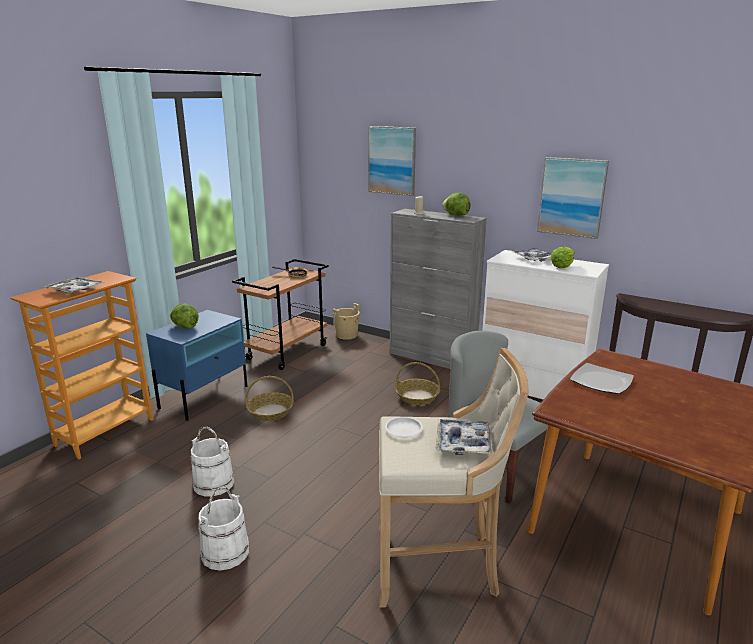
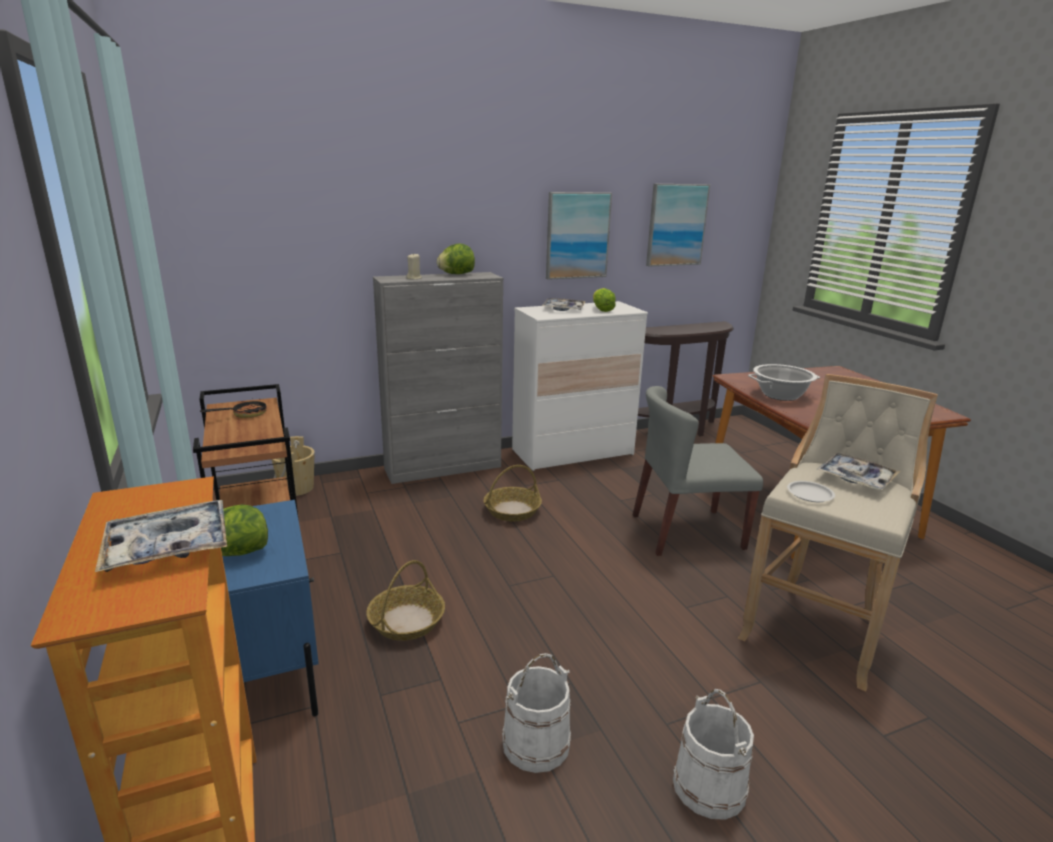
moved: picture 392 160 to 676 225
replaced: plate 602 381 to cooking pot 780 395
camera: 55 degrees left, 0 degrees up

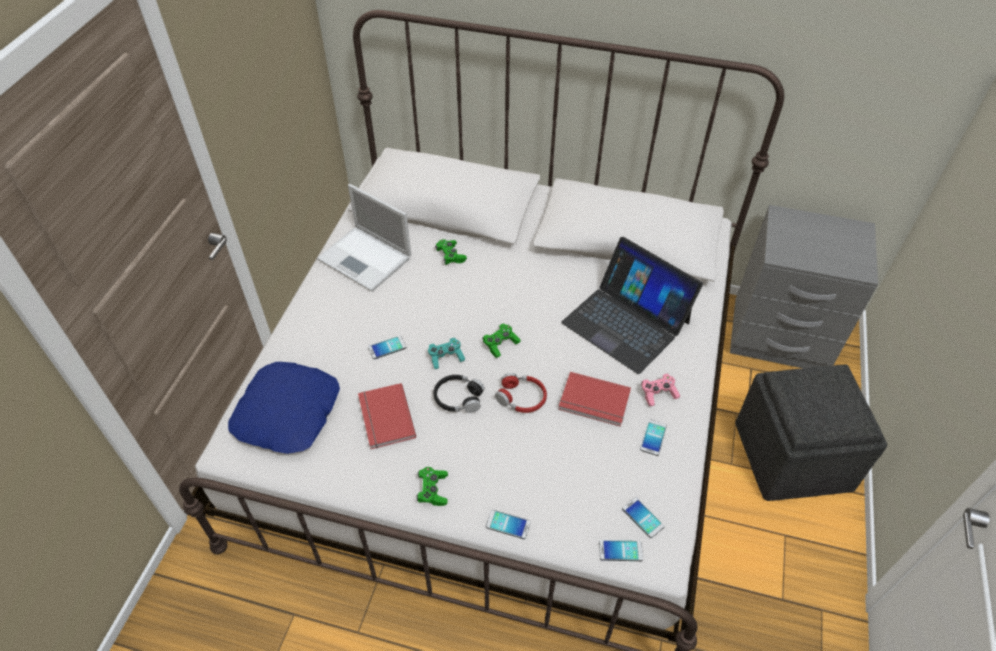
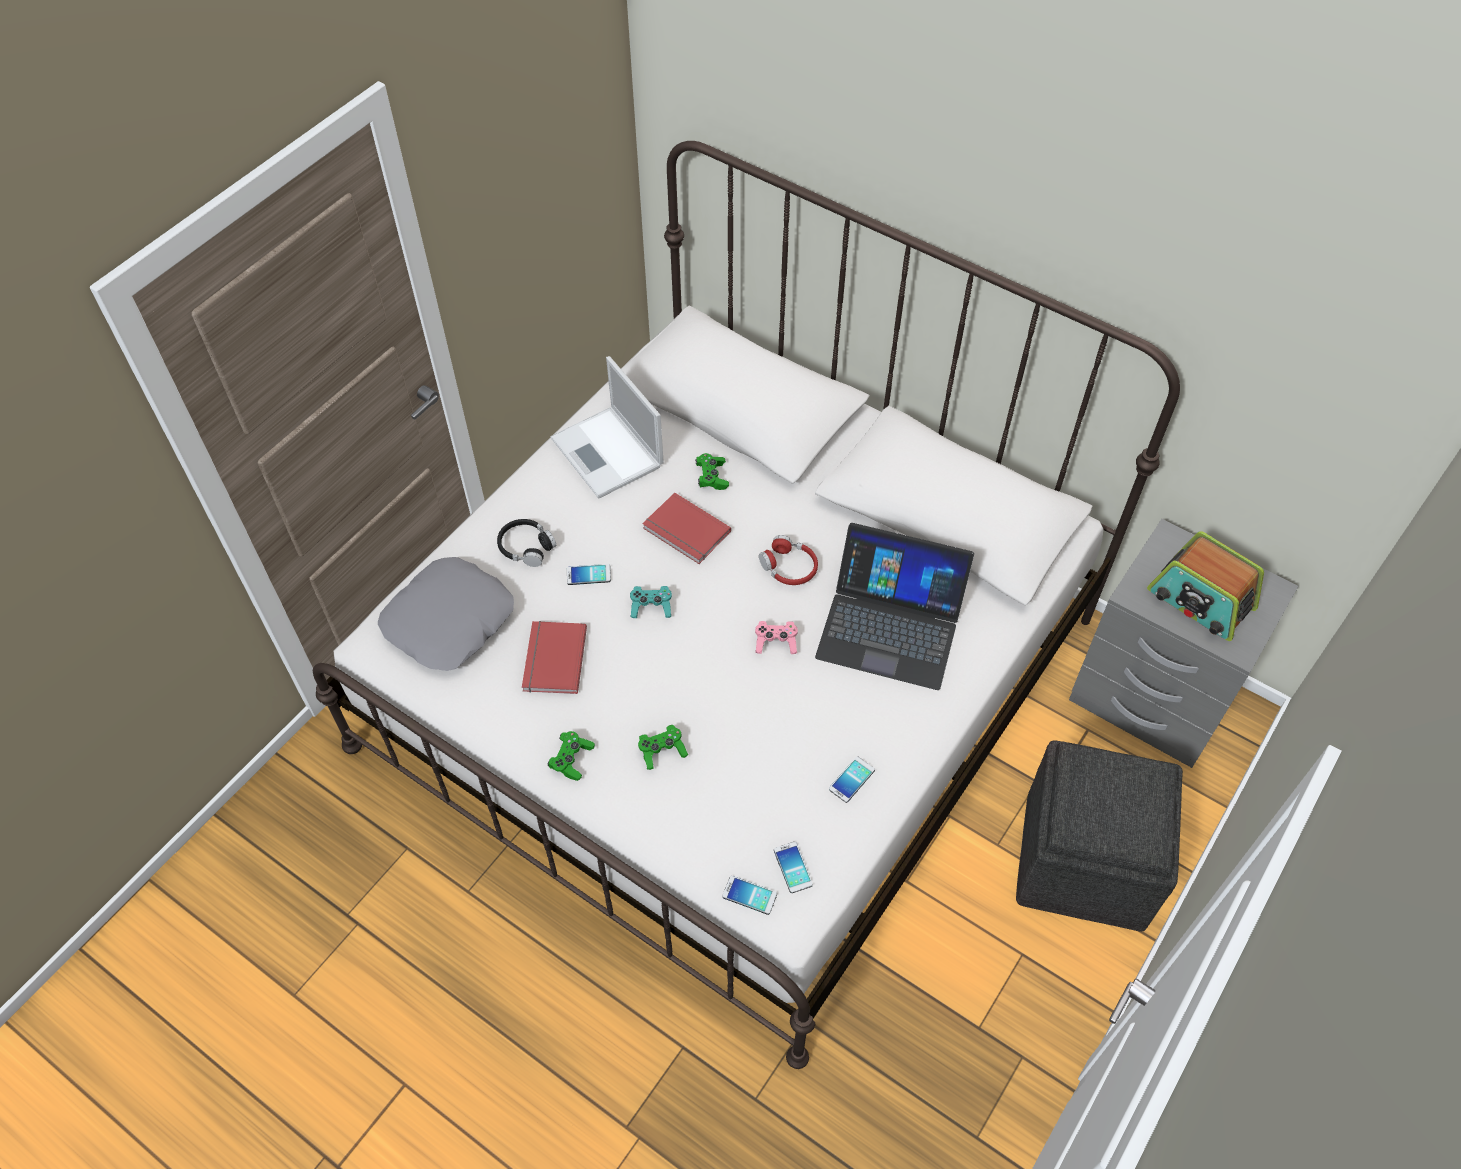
removed: phone 508 524
added: radio 1200 600
moved: green game controller 500 344 to 662 751; red book 594 402 to 685 532; red headphones 521 398 to 789 567; pink game controller 658 394 to 776 642; black headphones 458 398 to 526 547
recoloured: blue pillow 288 413 to grey pillow 450 621
turned: laptop 626 322 = 890 626 45 degrees counterclockwise
camera: 20 degrees right, 5 degrees up

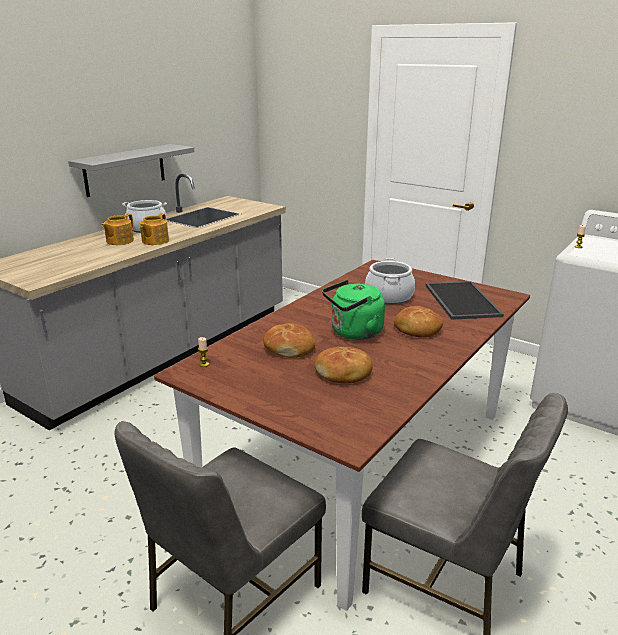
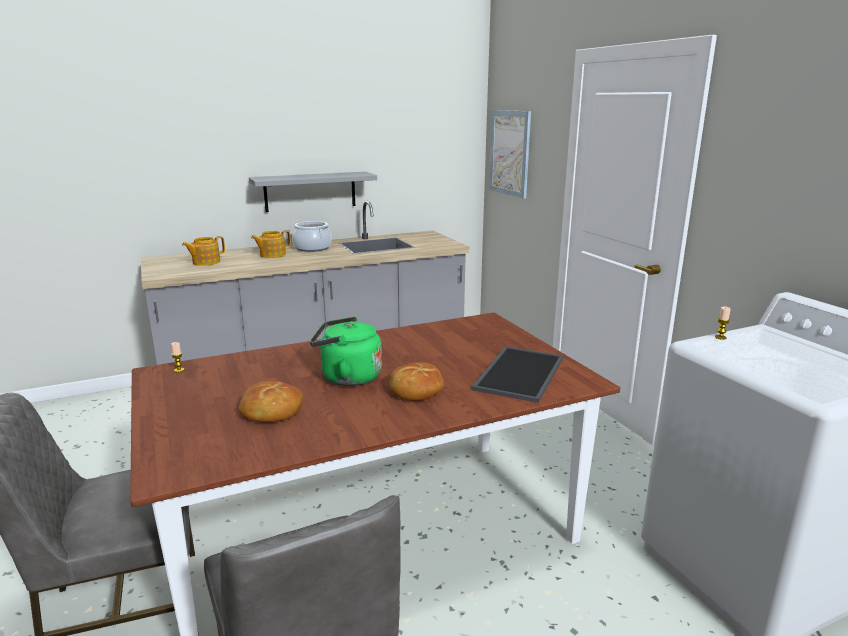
removed: cooking pot 388 297; bread 289 348
added: picture 510 153
moved: teapot 154 241 to 205 262
camera: 30 degrees right, 5 degrees down

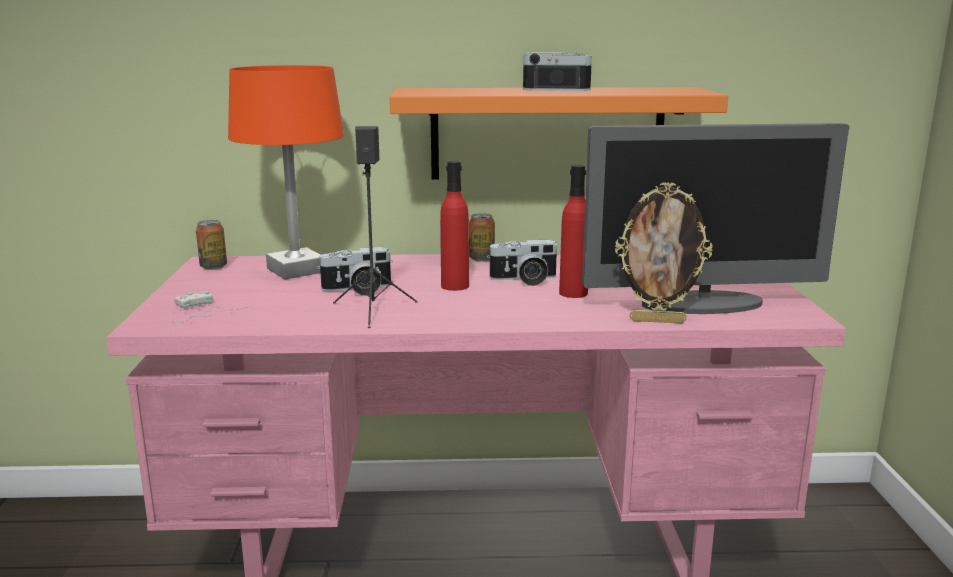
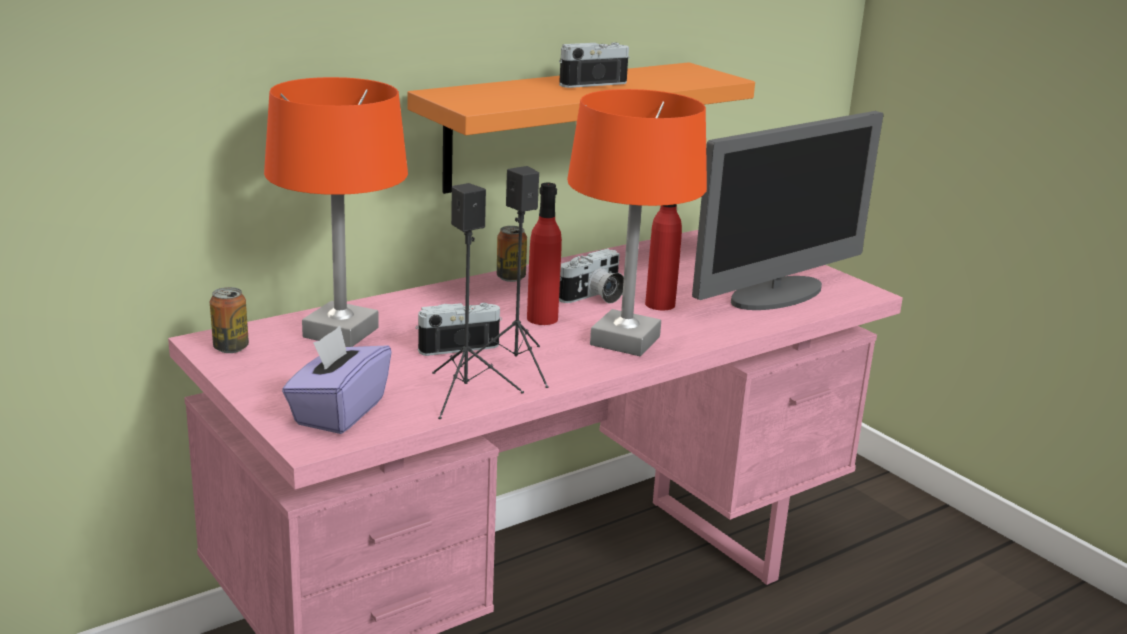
removed: picture frame 657 320
added: orange table lamp 625 341; black speaker 466 393
replaced: white game controller 199 312 to purple tissue box 338 412
turned: photo camera 358 290 = 455 344 150 degrees counterclockwise
camera: 35 degrees left, 5 degrees up

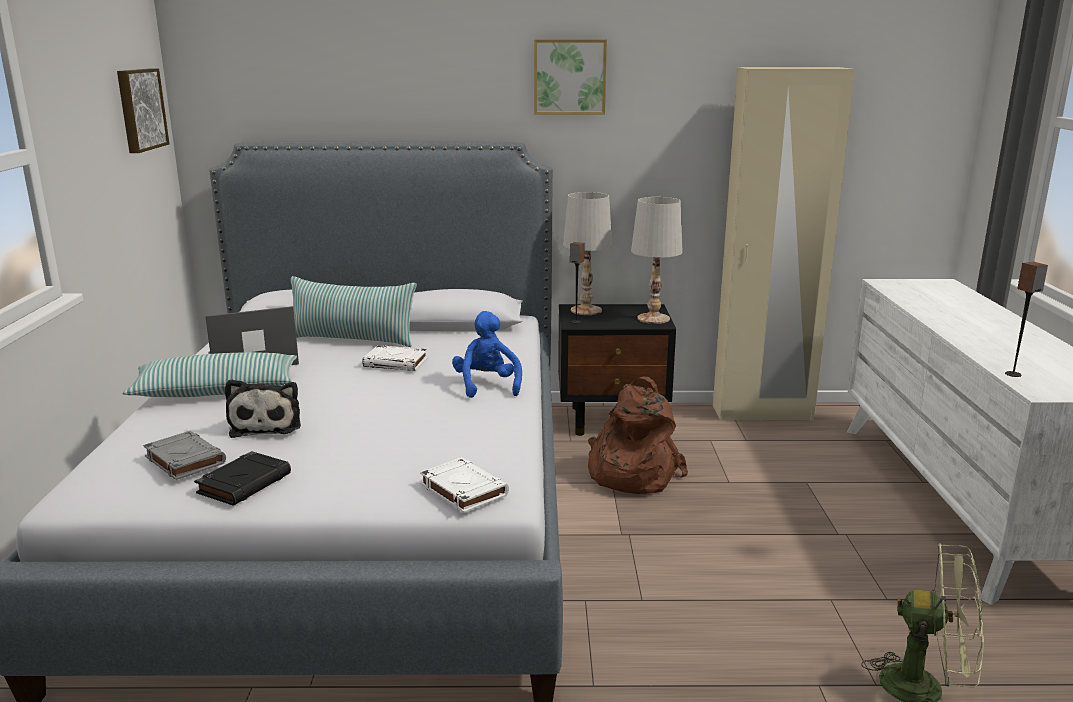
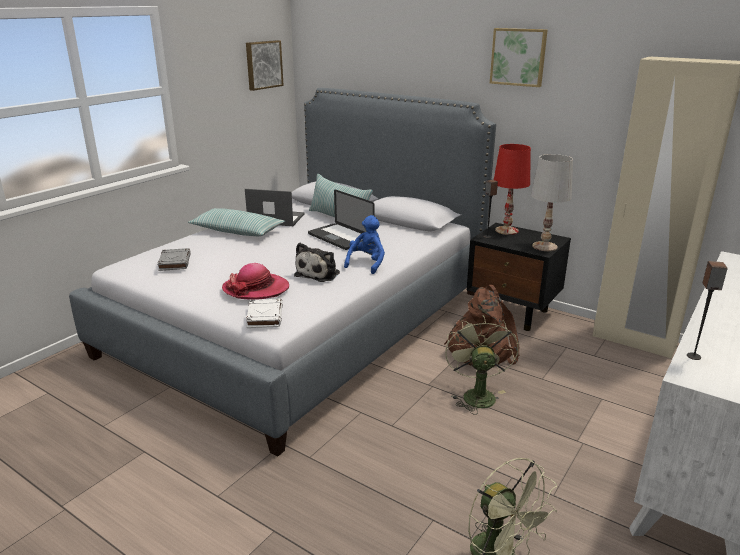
removed: black book 245 483
added: hat 256 289; green fan 476 394
moved: plush toy 267 424 to 319 273
replaced: white book 396 363 to laptop 340 237
recoloured: white table lamp 586 310 to red table lamp 507 230
camera: 35 degrees right, 5 degrees up

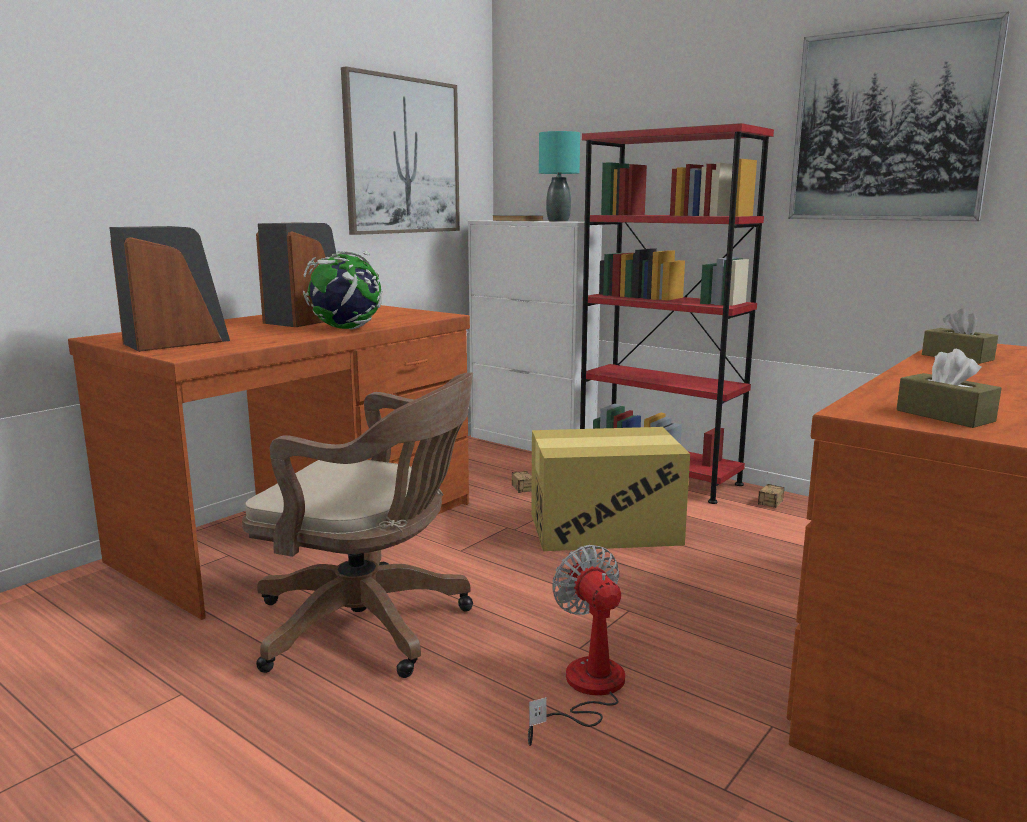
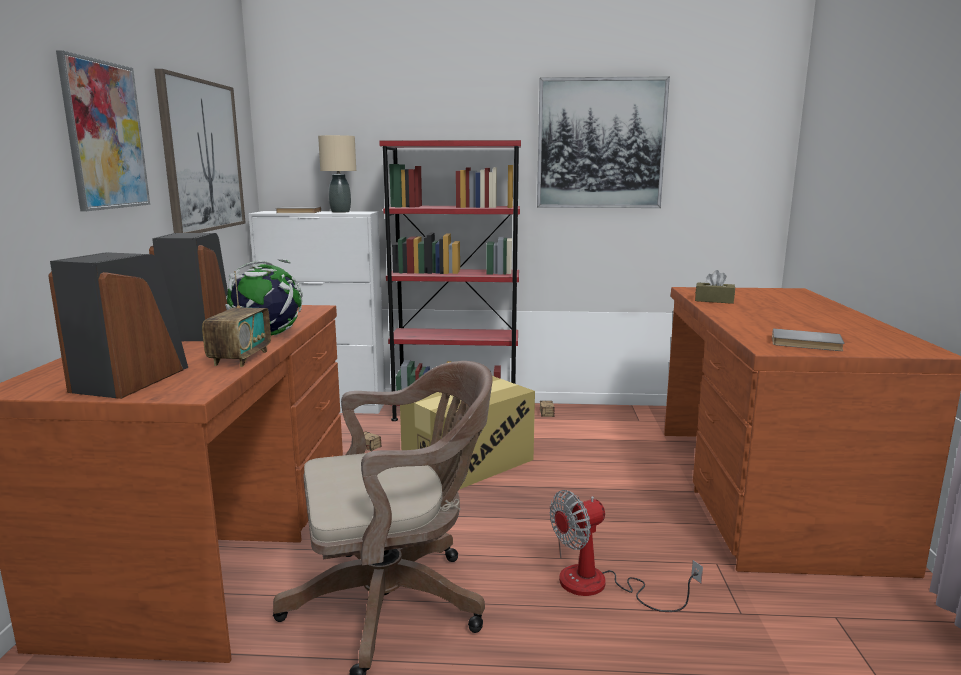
added: picture 105 135; radio 240 358
replaced: brown tissue box 944 416 to grey book 806 343
recoloured: turquoise table lamp 558 221 to beige table lamp 340 212
turned: fan 585 690 = 600 586 60 degrees counterclockwise
camera: 35 degrees left, 0 degrees up

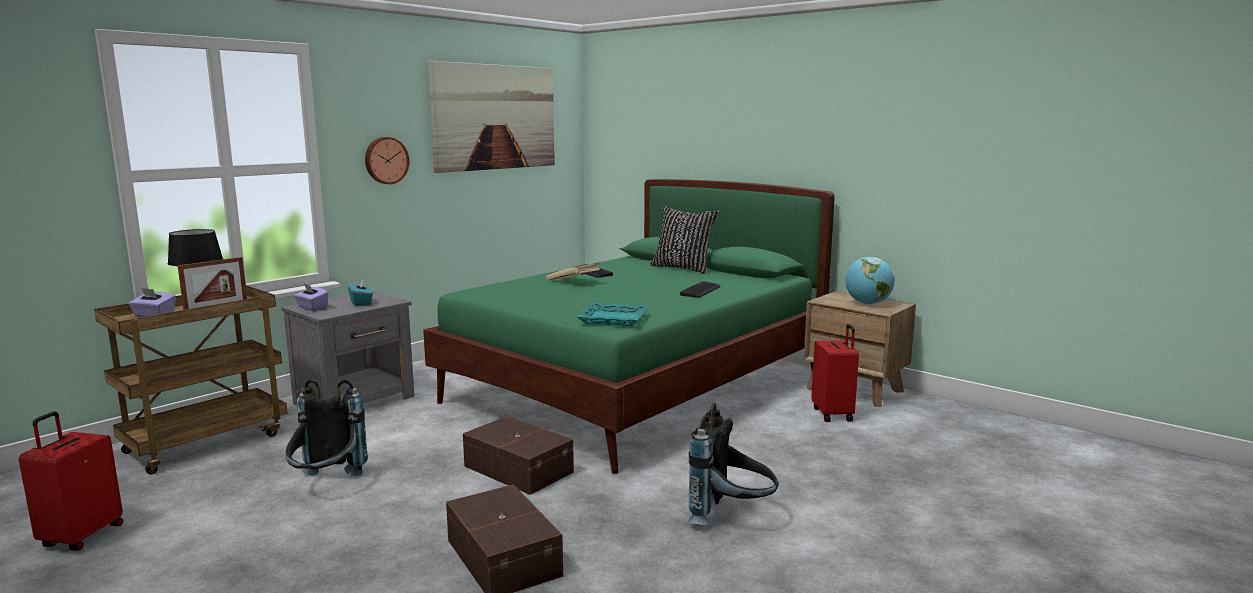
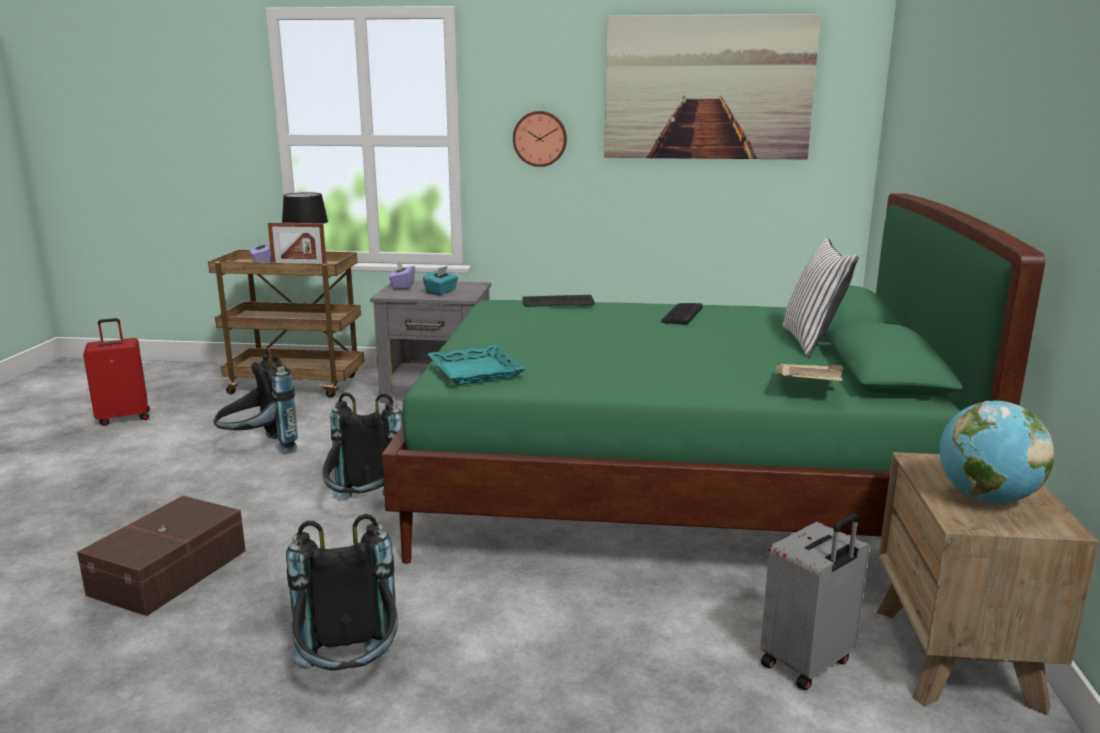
moved: beige book 573 282 to 808 389; keyboard 700 290 to 558 302
replaced: brown storage box 519 468 to black backpack 365 509
recoloured: black pillow 683 268 to white pillow 812 341; red suitcase 833 414 to grey suitcase 808 664
camera: 55 degrees right, 5 degrees up

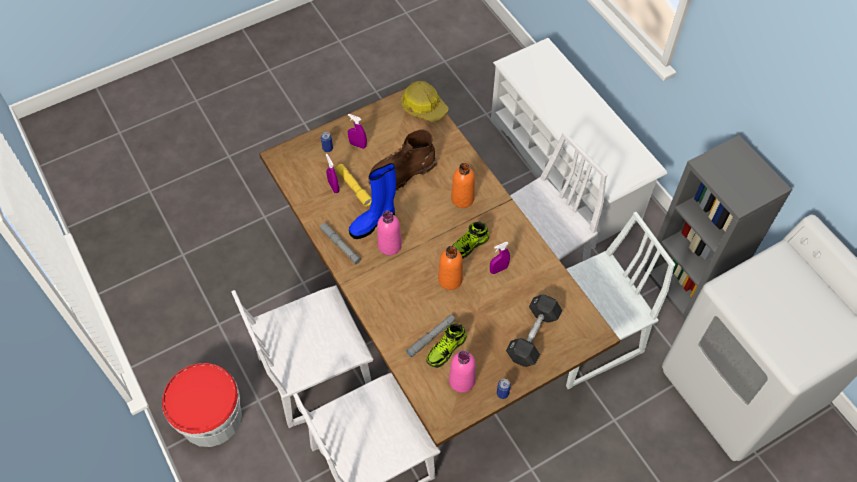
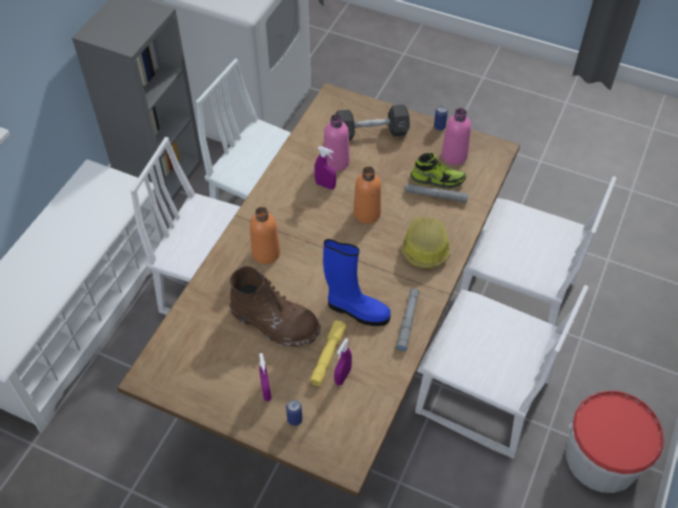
removed: shoe 468 246
moved: hard hat 423 106 to 425 247; pink bottle 389 245 to 336 162
camera: 125 degrees left, 5 degrees down

